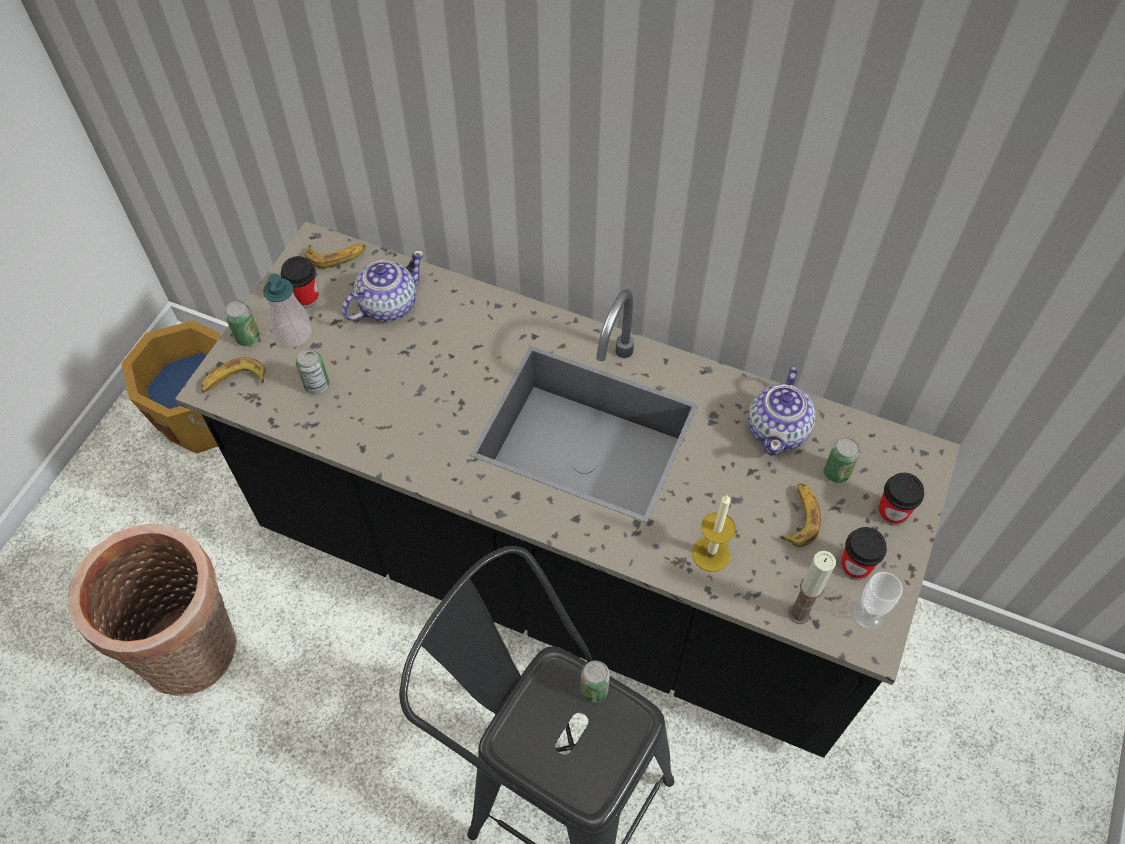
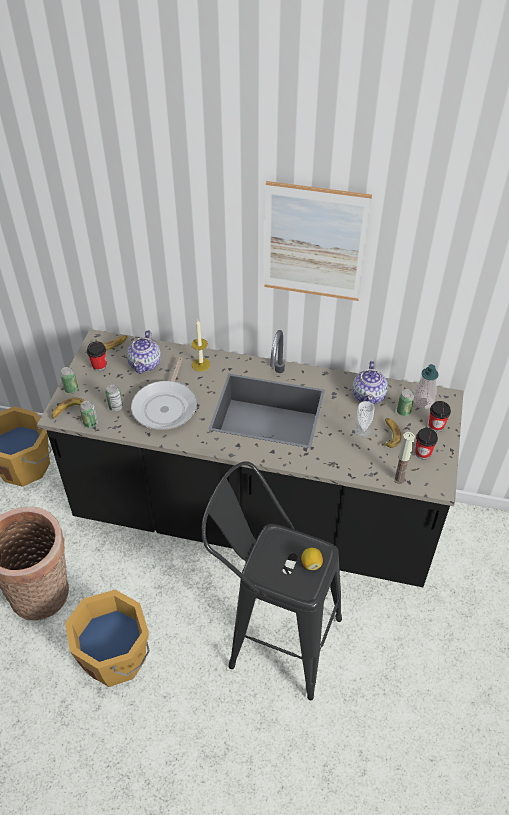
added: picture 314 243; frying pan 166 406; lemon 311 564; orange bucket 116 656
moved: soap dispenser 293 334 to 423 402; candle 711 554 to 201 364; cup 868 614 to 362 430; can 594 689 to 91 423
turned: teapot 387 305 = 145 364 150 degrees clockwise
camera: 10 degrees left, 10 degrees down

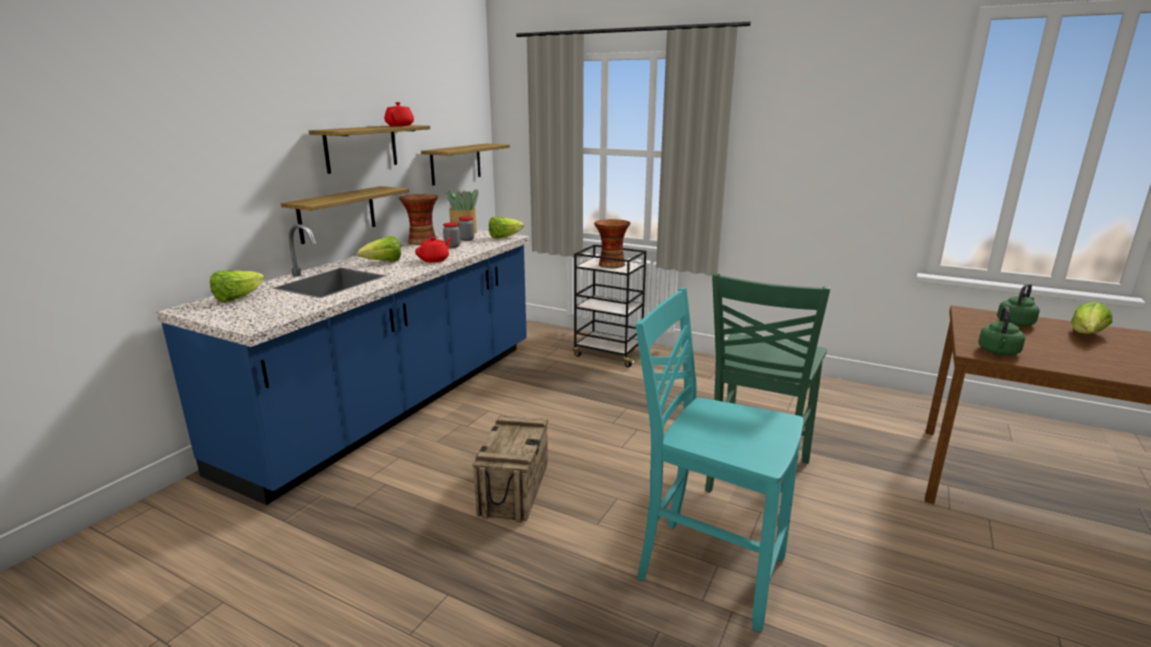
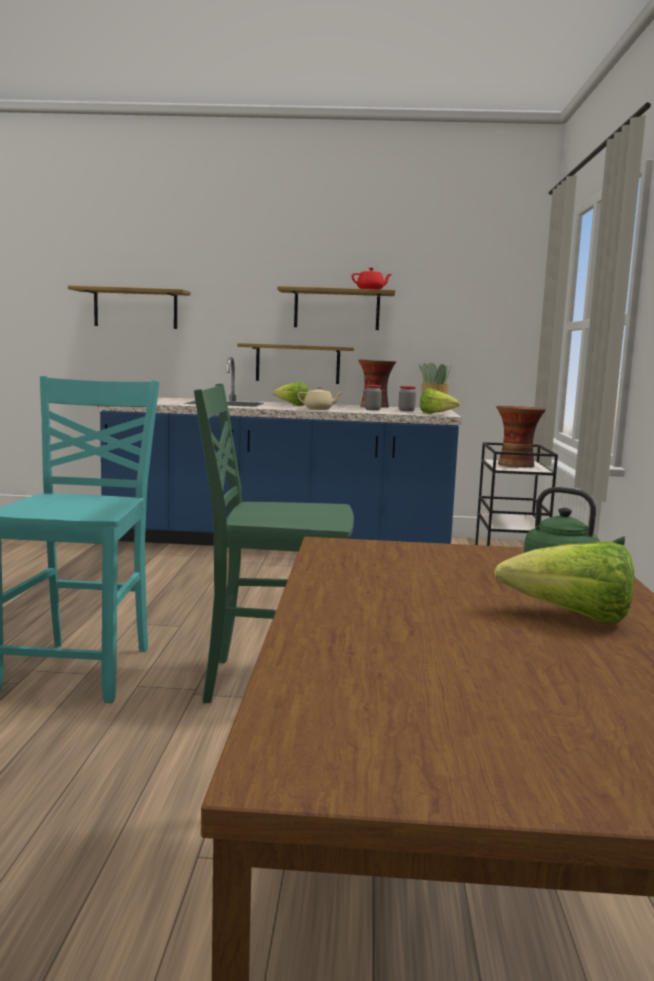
removed: lettuce 238 298; green kettle 998 352; crate 513 489
moved: shelf 456 163 to 135 308
recoloured: red teapot 435 260 to beige teapot 319 409
camera: 65 degrees right, 10 degrees down

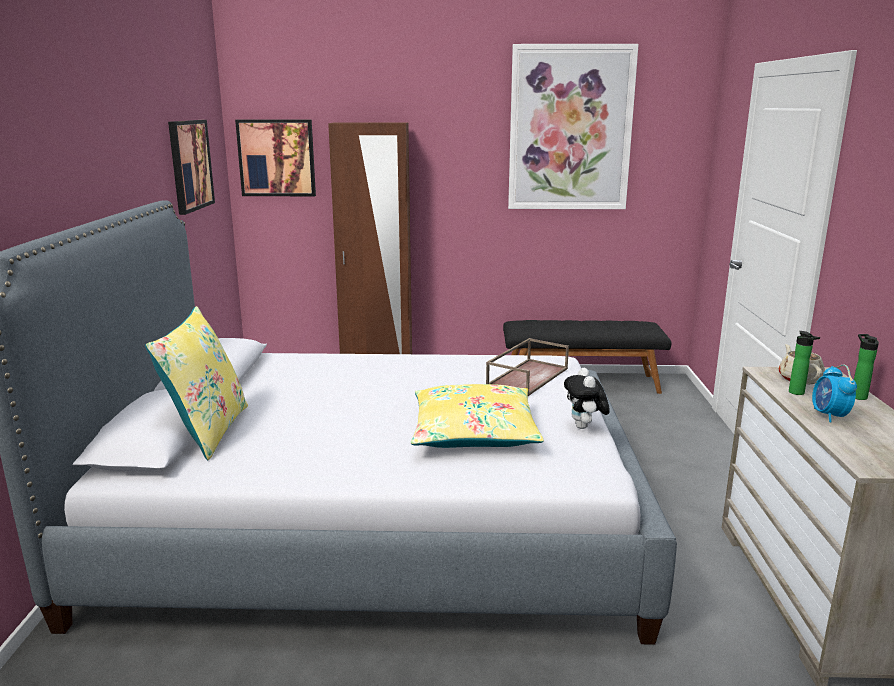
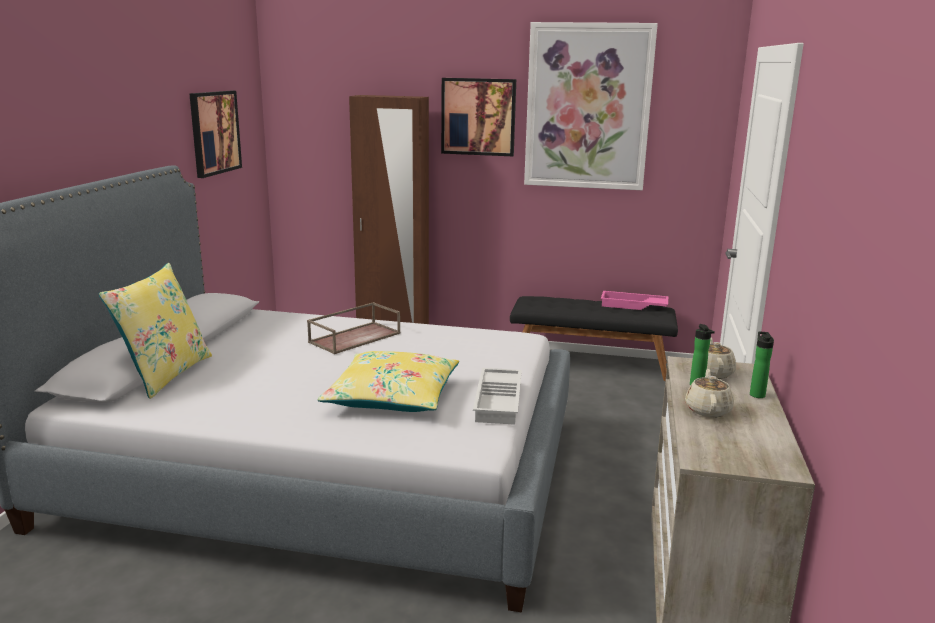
added: pink tray 633 306
moved: picture 277 158 to 478 117; brown tray 527 376 to 355 337
replaced: alarm clock 829 416 to beige teapot 708 410; plush toy 584 427 to white tray 499 401
camera: 10 degrees right, 0 degrees up

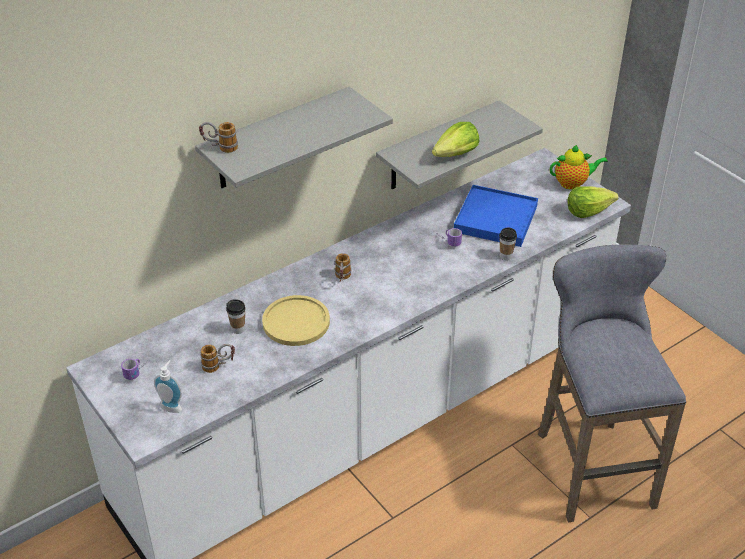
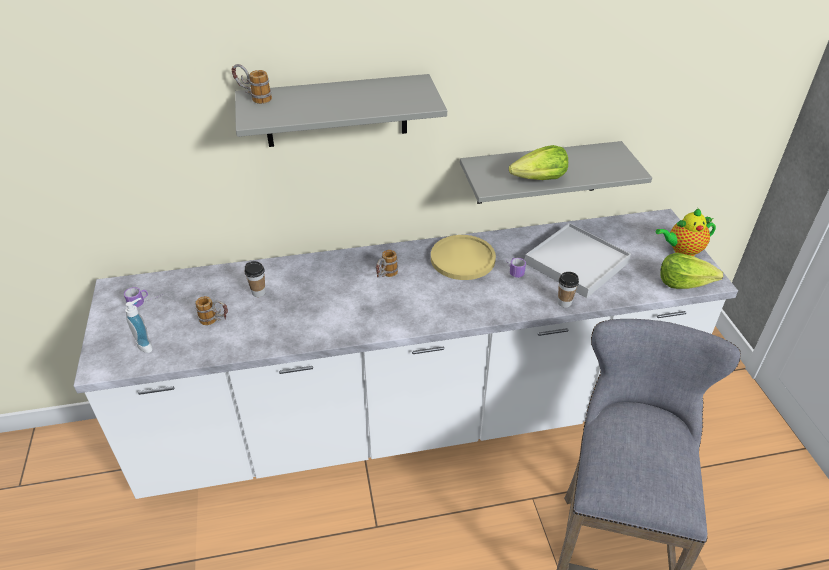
moved: yellow plate 296 322 to 462 258
recoloured: blue tray 495 219 to white tray 576 262
turned: teapot 573 183 = 682 250 150 degrees clockwise
camera: 25 degrees right, 0 degrees up

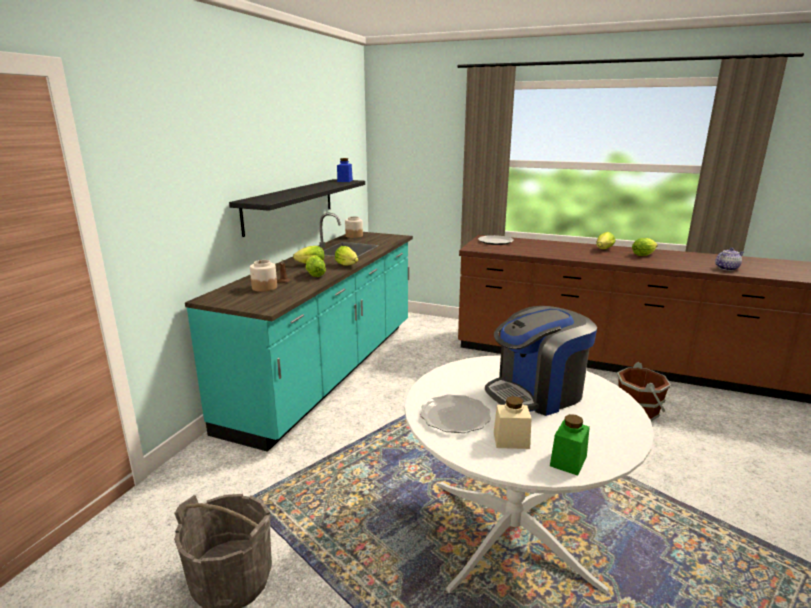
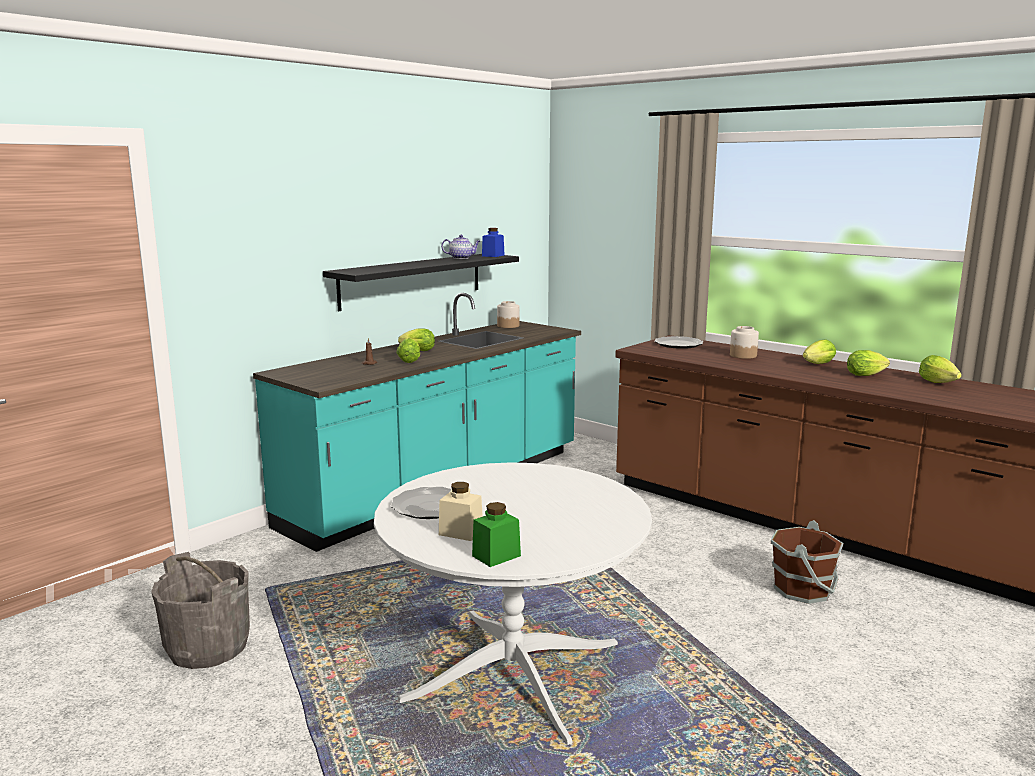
removed: coffee machine 536 393
moved: lettuce 348 265 to 939 383; teapot 727 268 to 461 258; jar 264 287 to 743 355
camera: 20 degrees right, 5 degrees down

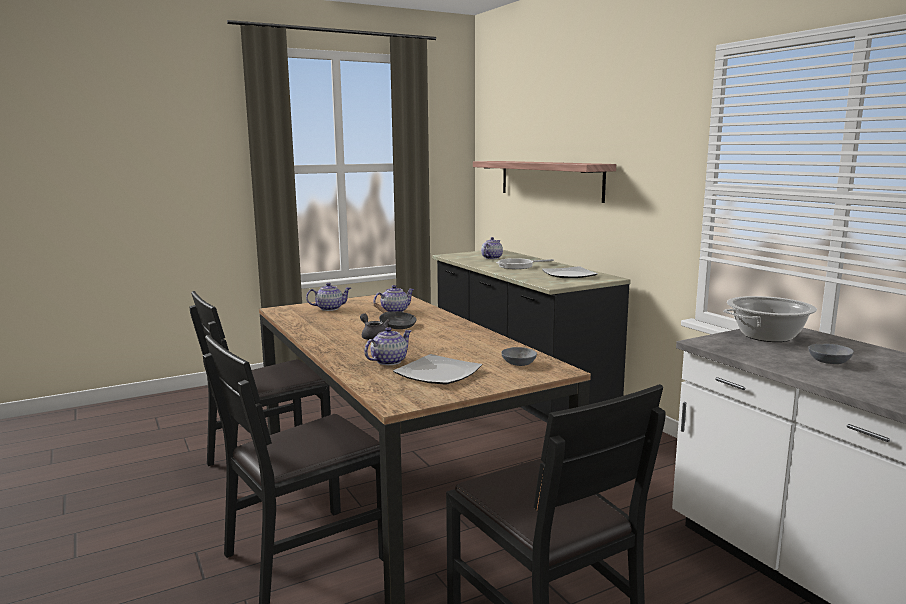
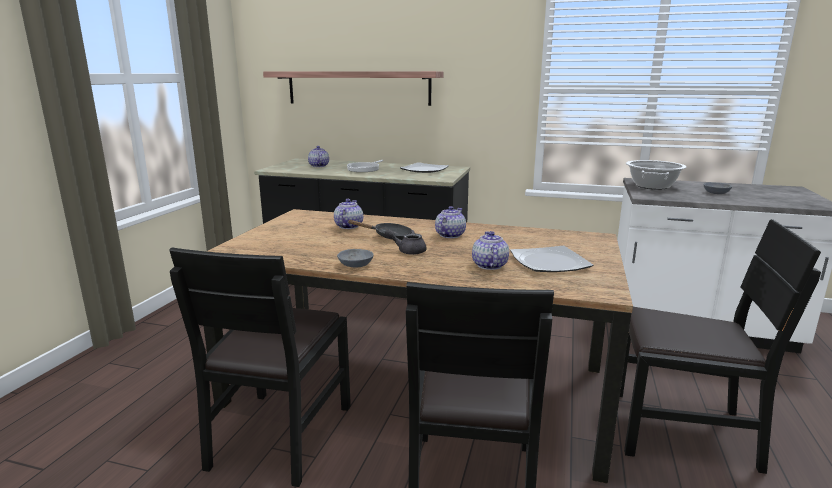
moved: teapot 329 308 to 449 235; grey bowl 517 363 to 355 265
camera: 45 degrees left, 5 degrees up

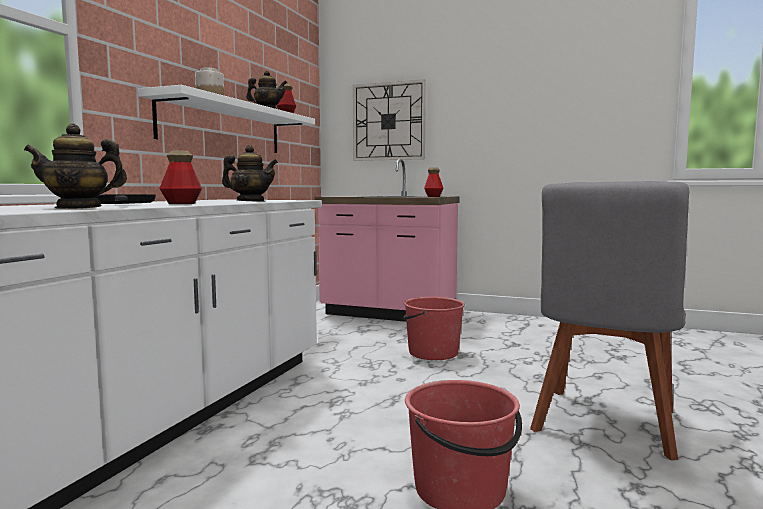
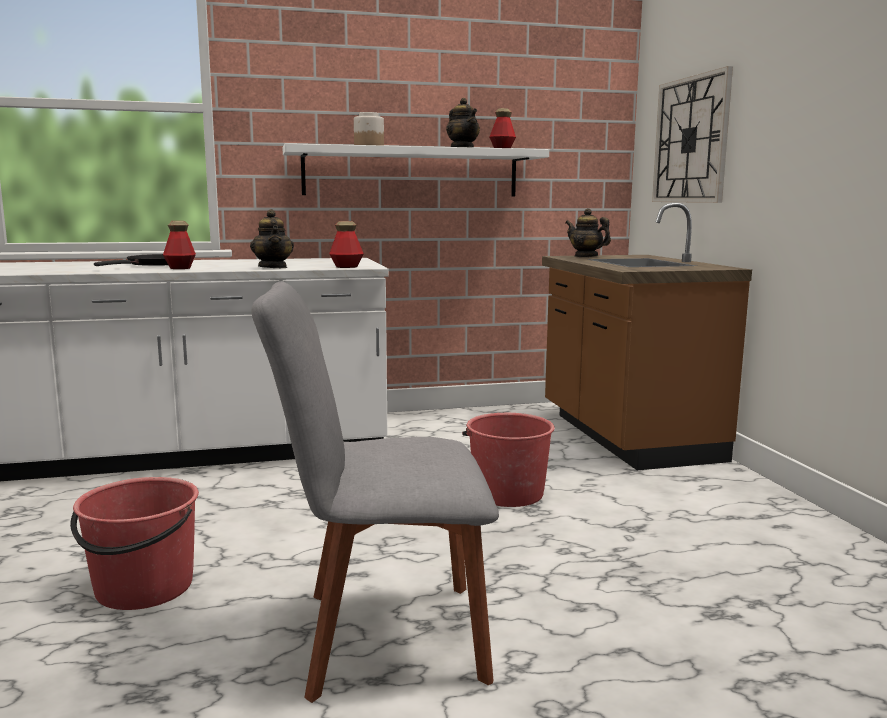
moved: teapot 79 208 to 586 256; bottle 433 196 to 346 267
recoloured: pink counter 389 313 to brown counter 626 437
camera: 55 degrees right, 5 degrees up

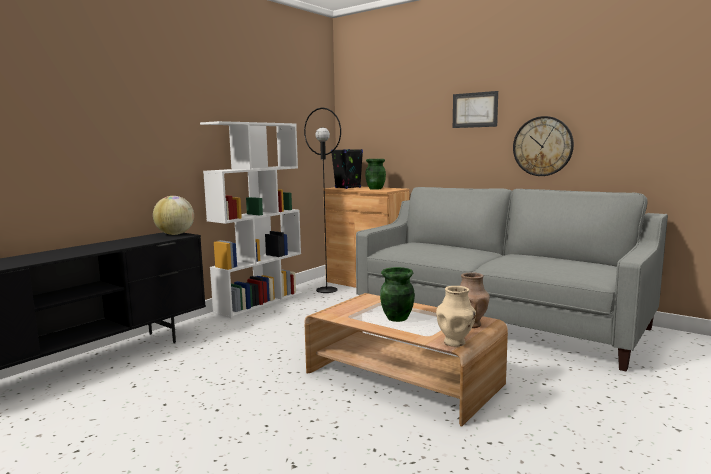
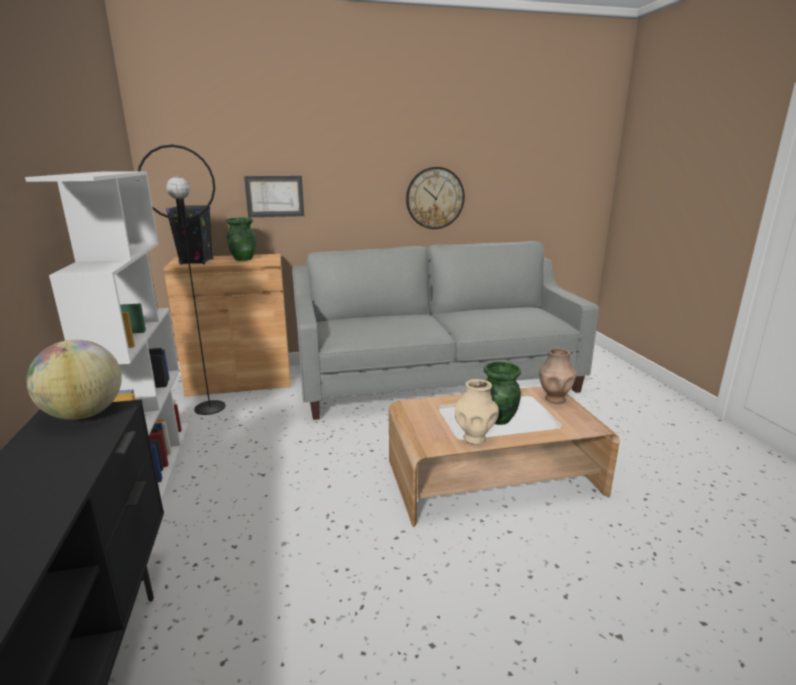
moved: picture 475 110 to 275 196; beige vase 455 342 to 474 438
camera: 50 degrees left, 10 degrees up

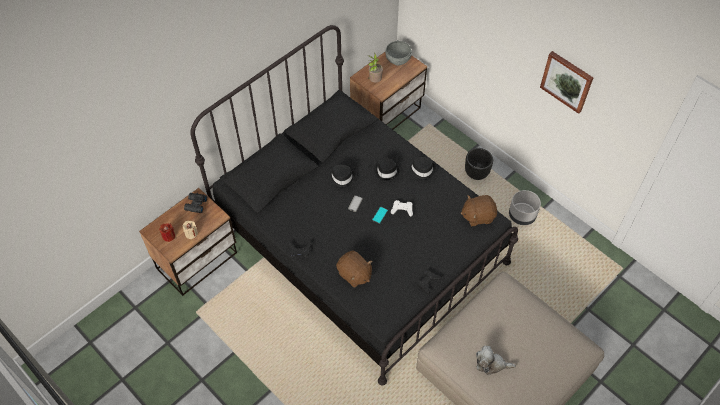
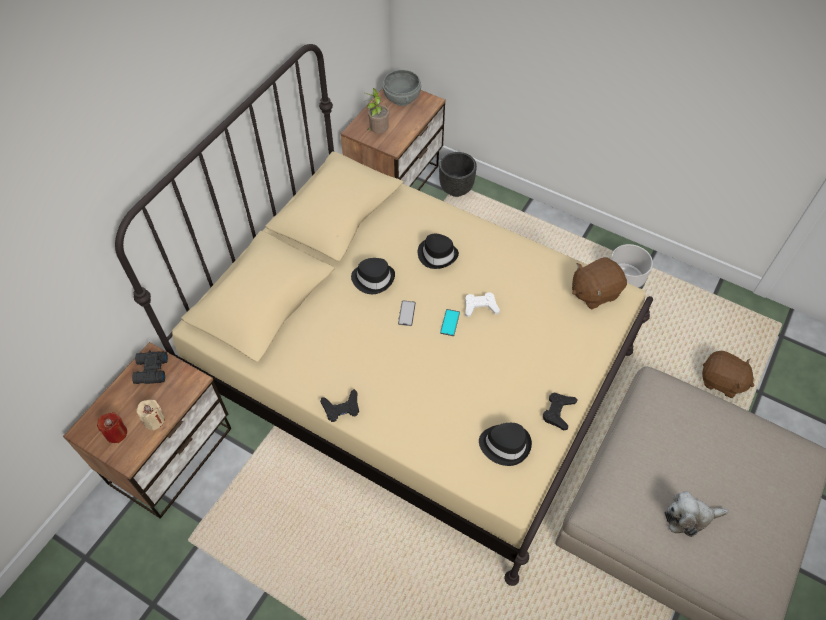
removed: picture 567 81
moved: black planter 477 174 to 456 189; black hat 421 170 to 505 444; brown plush toy 354 274 to 721 381
recoloured: black bed 359 243 to beige bed 412 371
camera: 15 degrees left, 0 degrees up

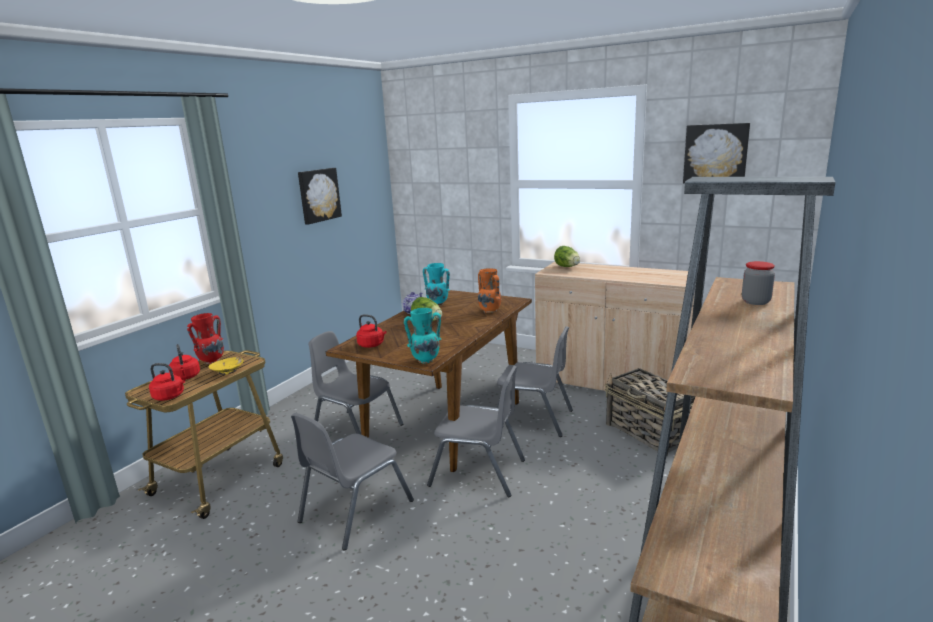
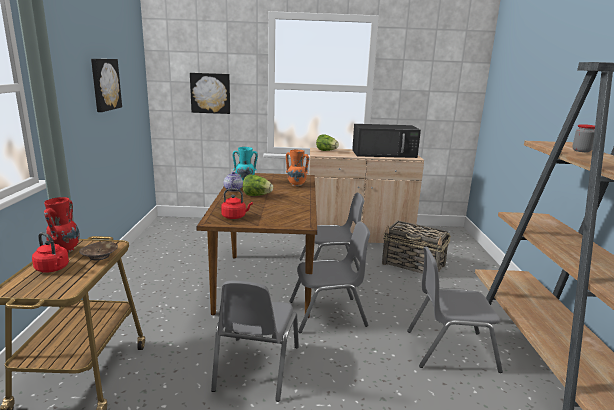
removed: turquoise vase 425 360; red kettle 170 397
added: black microwave 384 153
moved: picture 715 154 to 210 93; grey chair 357 430 to 450 350
recoloured: yellow bowl 228 371 to brown bowl 100 256
camera: 30 degrees left, 0 degrees up

